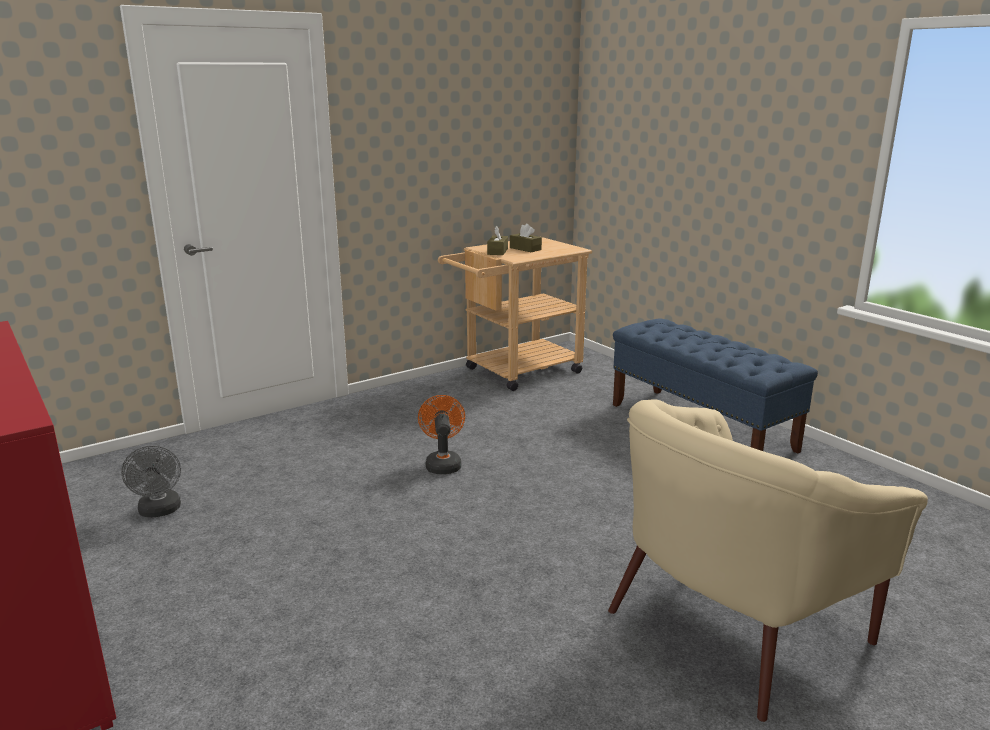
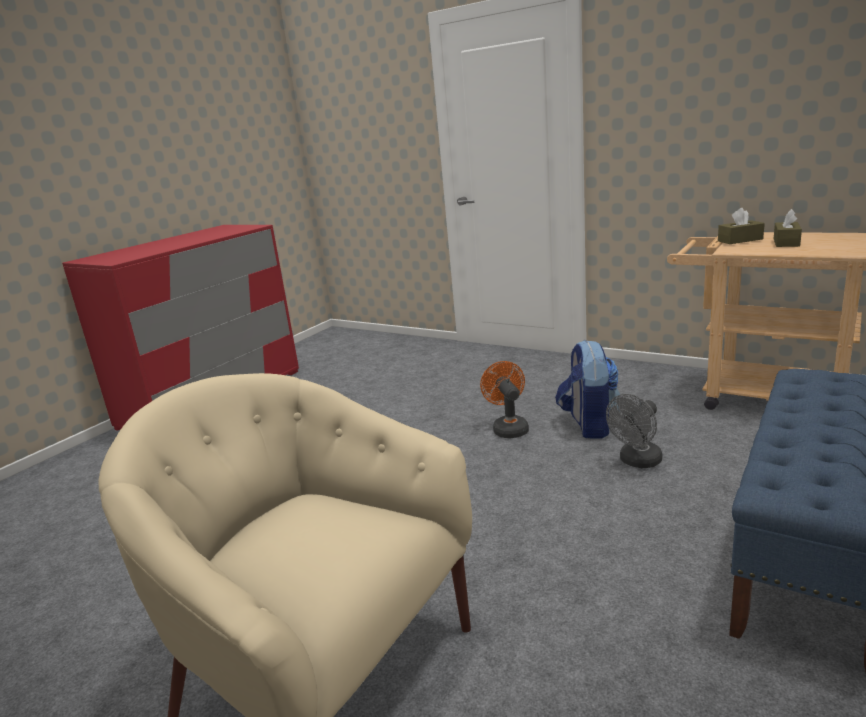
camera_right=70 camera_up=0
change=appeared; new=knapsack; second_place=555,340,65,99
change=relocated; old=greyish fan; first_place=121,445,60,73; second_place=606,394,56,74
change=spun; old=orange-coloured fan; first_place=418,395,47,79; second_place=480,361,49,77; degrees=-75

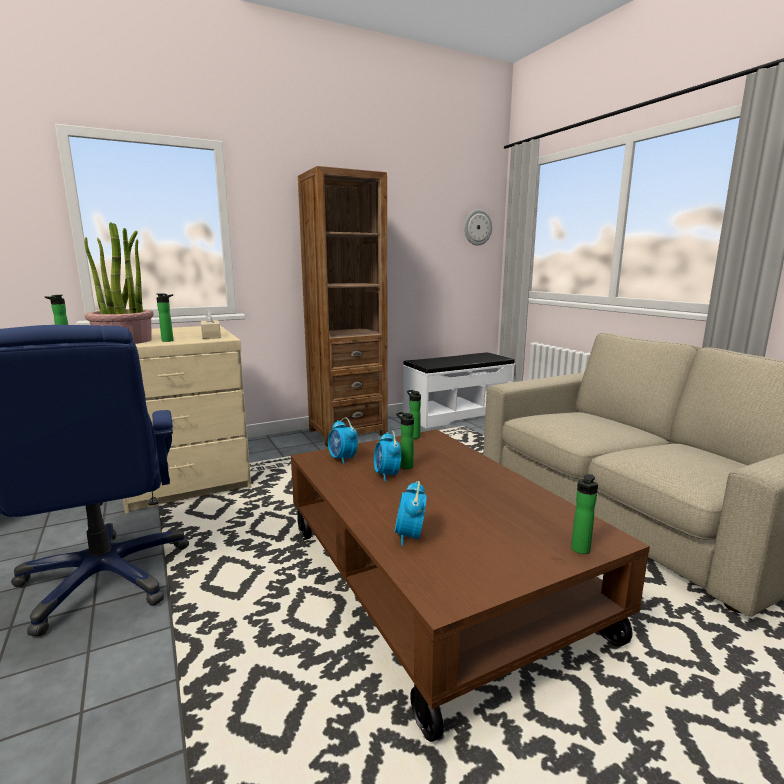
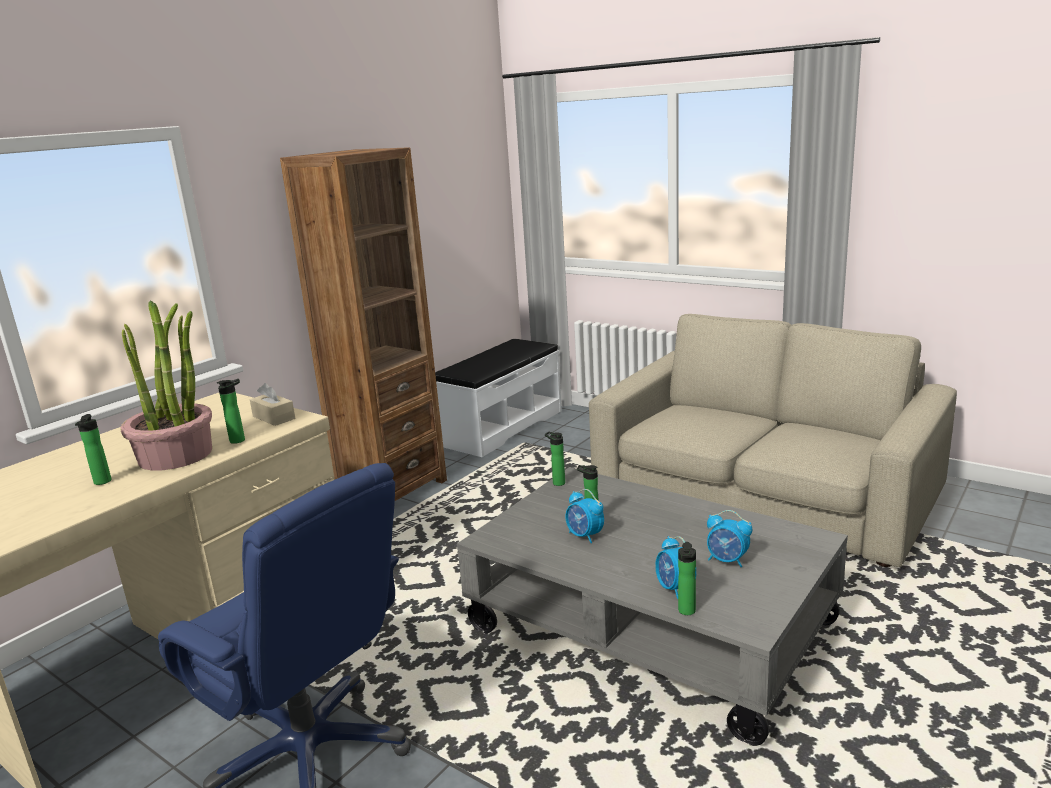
camera_right=-25 camera_up=5
change=missing; old=hanging clock; first_place=464,209,28,37
change=relocated; old=alarm clock; first_place=328,418,30,47; second_place=707,510,45,58
change=relocated; old=bottle; first_place=571,474,27,80; second_place=678,542,18,73
change=colour; old=brown-coloured low table; new=greyish low table; first_place=291,429,359,313; second_place=457,467,391,279

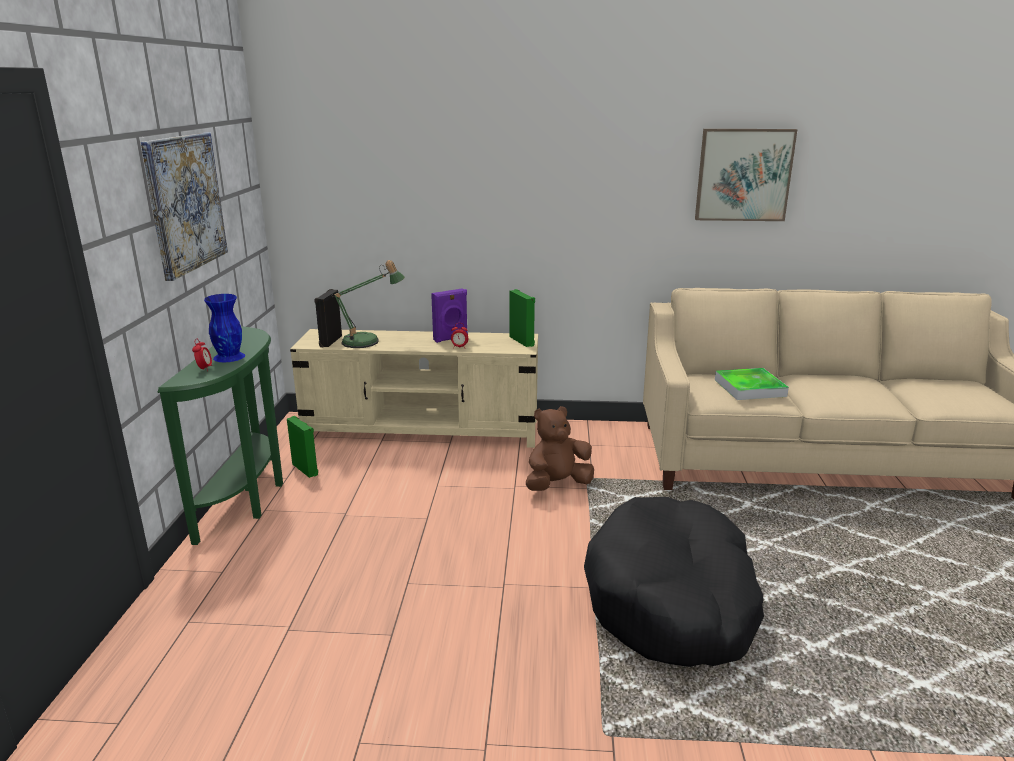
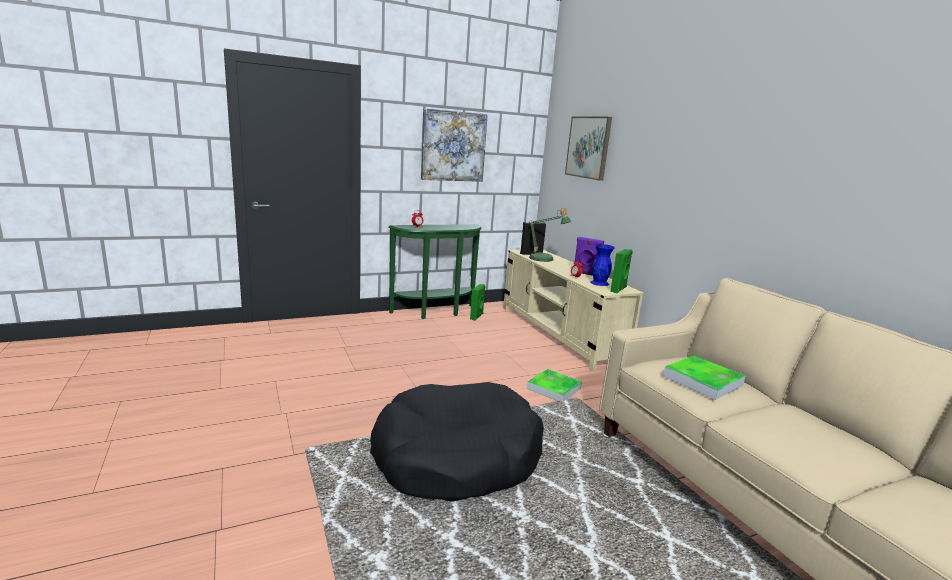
camera_right=60 camera_up=-5
change=relocated; old=blue-coloured flower vase; first_place=204,294,41,68; second_place=590,244,25,42
change=relocated; old=wall art; first_place=695,129,103,92; second_place=565,116,47,65
change=exchanged; old=brown-coloured plush toy; new=tray; first_place=526,406,68,85; second_place=527,369,55,33

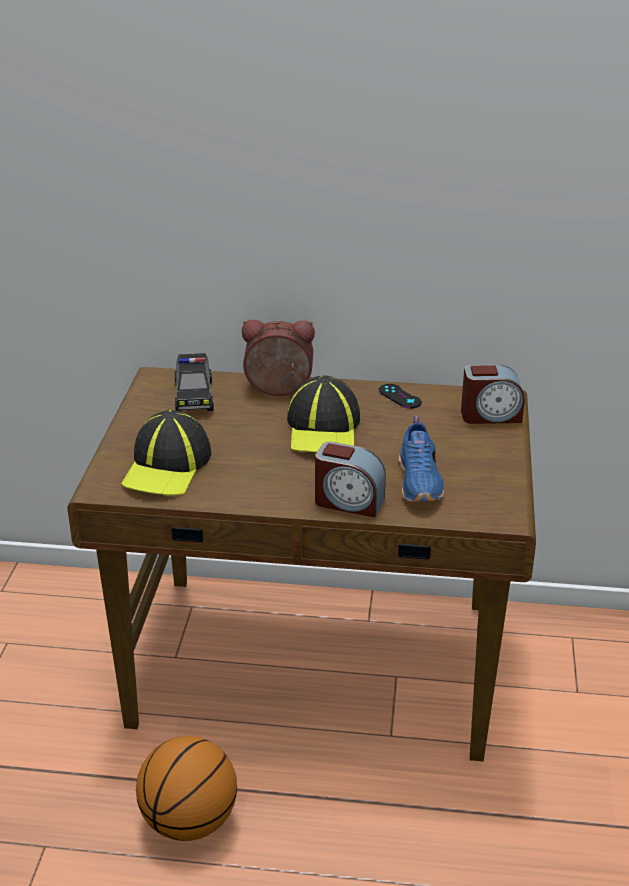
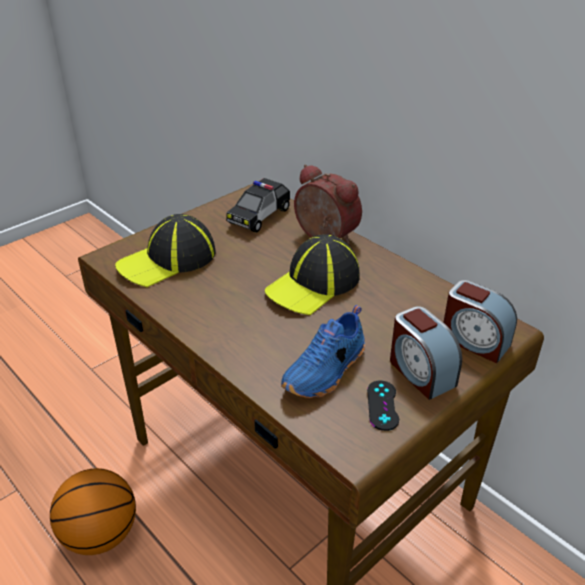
camera_right=40 camera_up=5
change=relocated; old=alarm clock; first_place=315,442,71,76; second_place=390,306,72,94
change=relocated; old=black gamepad; first_place=379,384,43,24; second_place=367,380,32,51

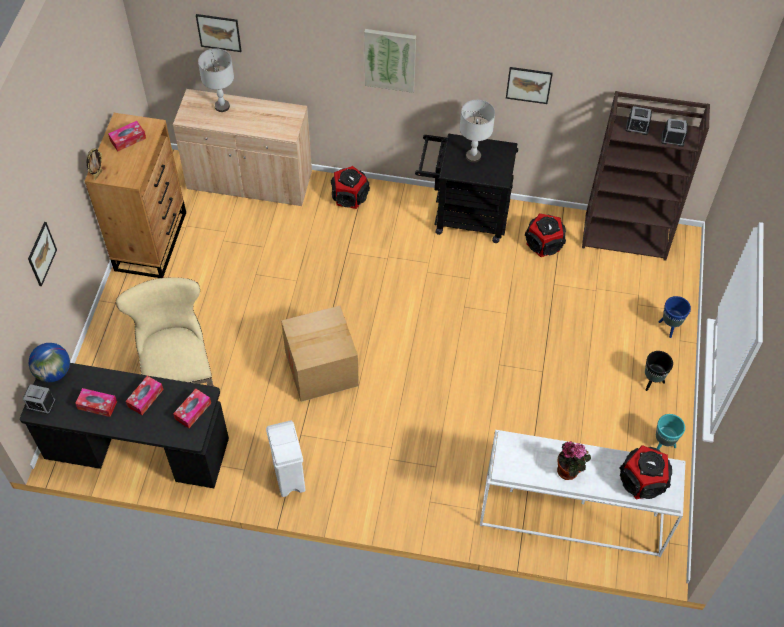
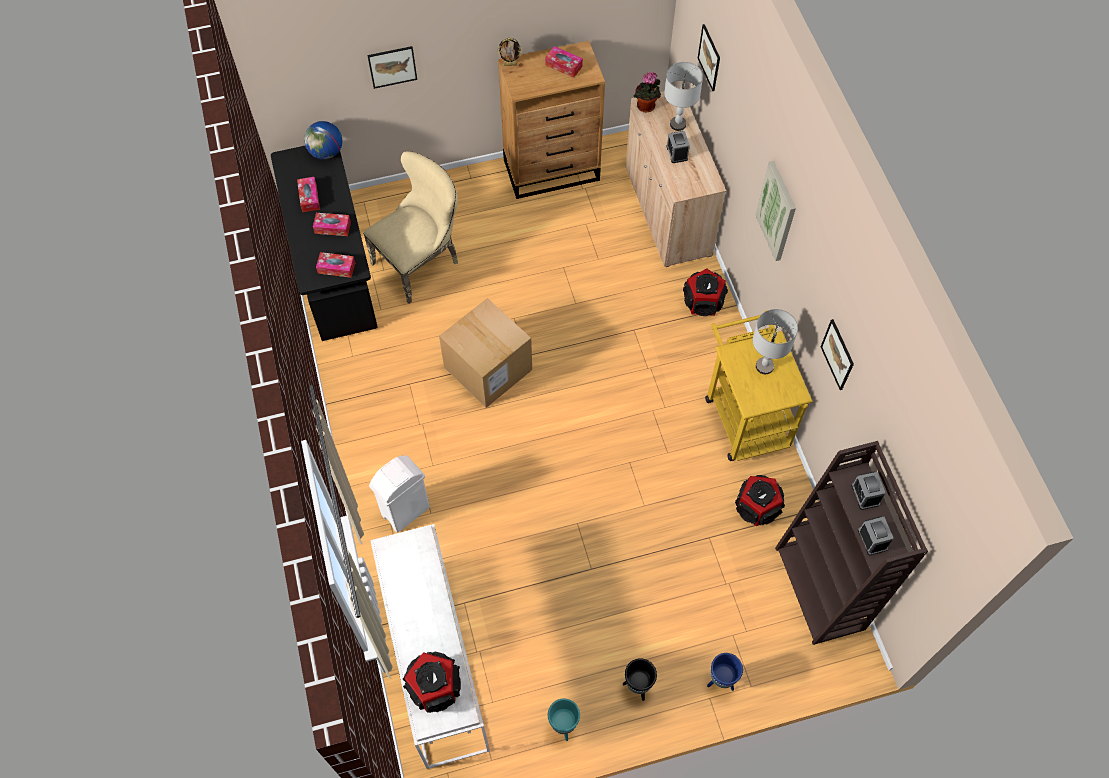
camera_right=65 camera_up=5
change=relocated; old=alarm clock; first_place=23,384,33,30; second_place=666,131,24,32
change=relocated; old=white-coloured rubbish bin; first_place=266,420,39,77; second_place=369,455,61,78
change=relocated; old=houseplant; first_place=557,441,34,39; second_place=634,72,27,41
change=colour; old=black cart; new=yellow-coloured cart; first_place=415,134,103,109; second_place=705,310,108,151

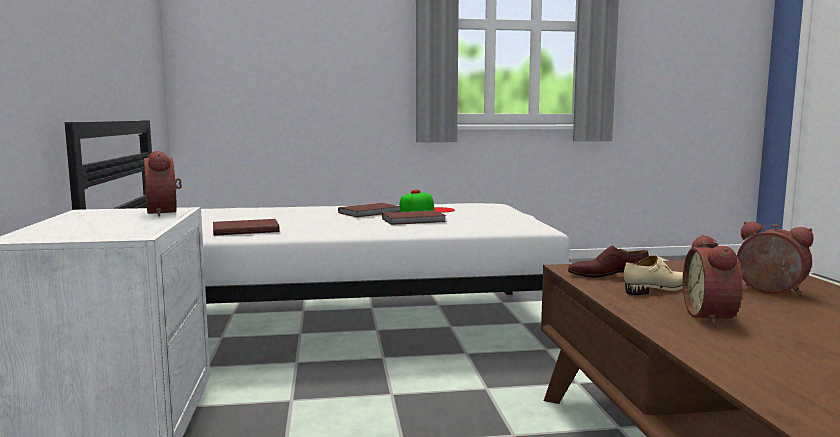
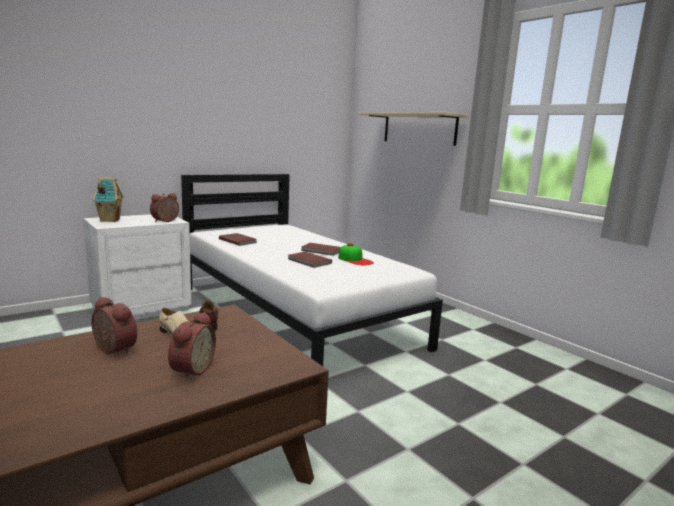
camera_right=60 camera_up=5
change=appeared; new=miniature house; second_place=93,177,31,45
change=appeared; new=sand-coloured shelf; second_place=358,112,111,34
change=spun; old=alarm clock; first_place=683,235,59,91; second_place=91,297,46,57; degrees=60

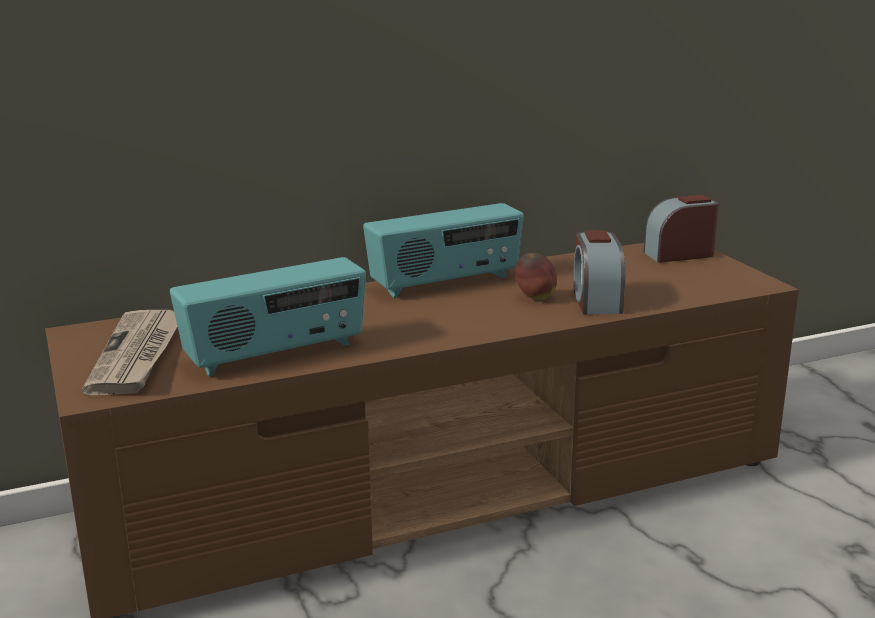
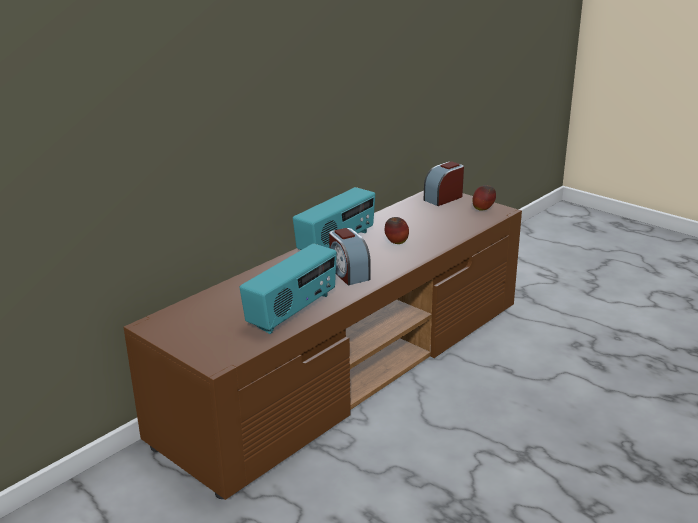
camera_right=-25 camera_up=5
change=missing; old=printed paper; first_place=82,310,96,85
change=appeared; new=whole apple; second_place=472,185,24,26
change=relocated; old=alarm clock; first_place=573,230,52,84; second_place=329,228,42,57

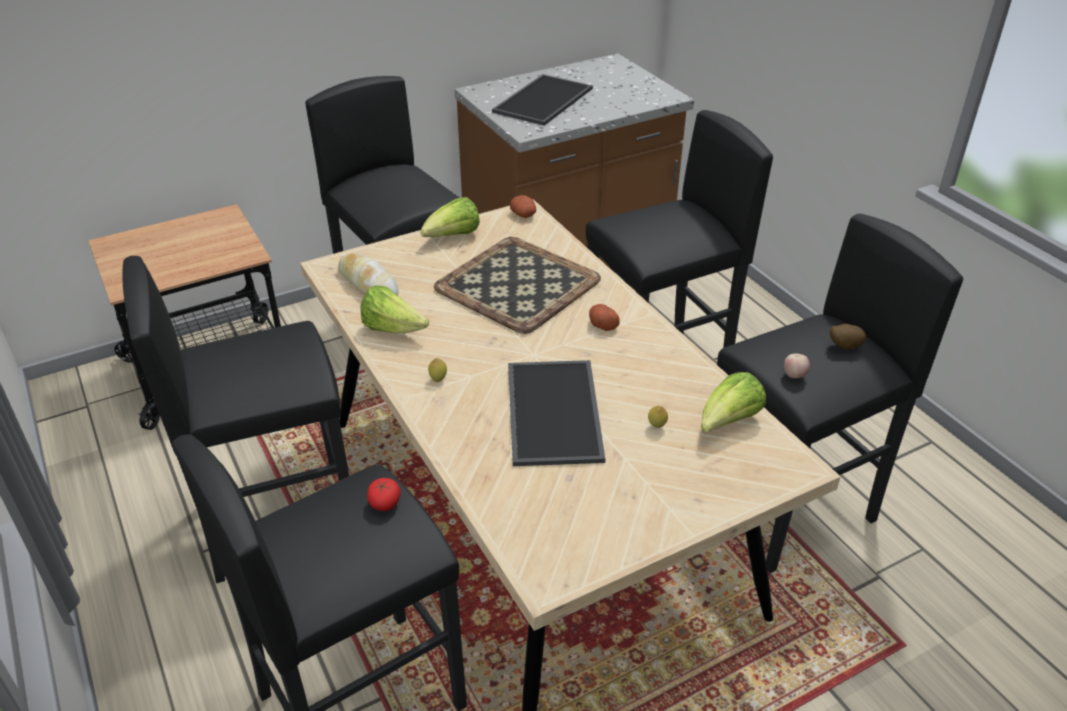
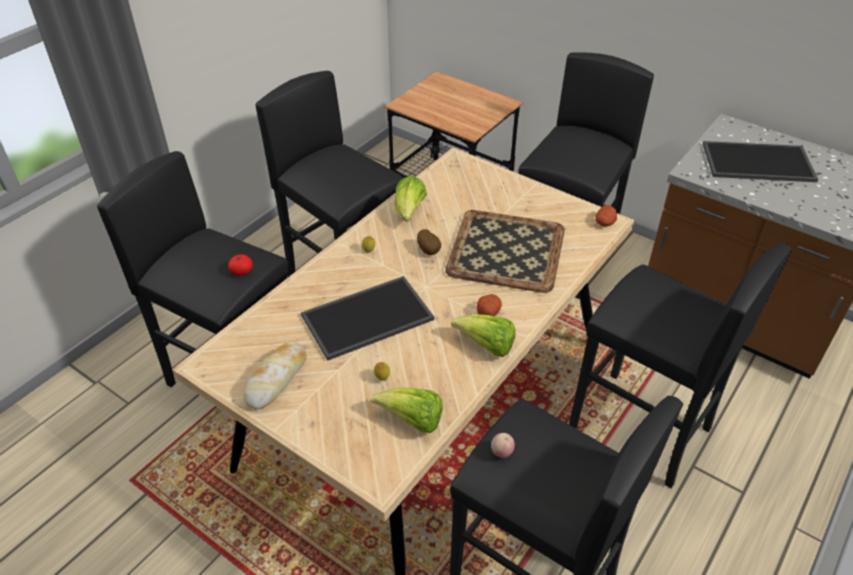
camera_right=65 camera_up=5
change=relocated; old=bakery bread; first_place=338,253,61,43; second_place=243,342,64,67
change=relocated; old=head of lettuce; first_place=420,197,60,40; second_place=451,314,65,43
change=relocated; old=whole potato; first_place=830,324,36,26; second_place=417,229,24,26

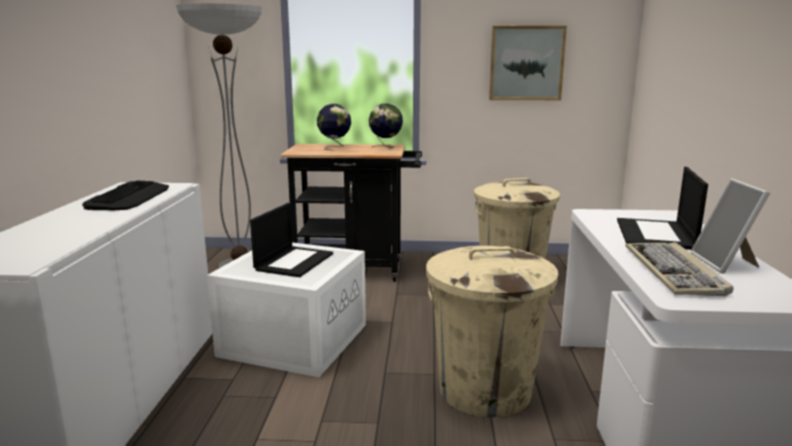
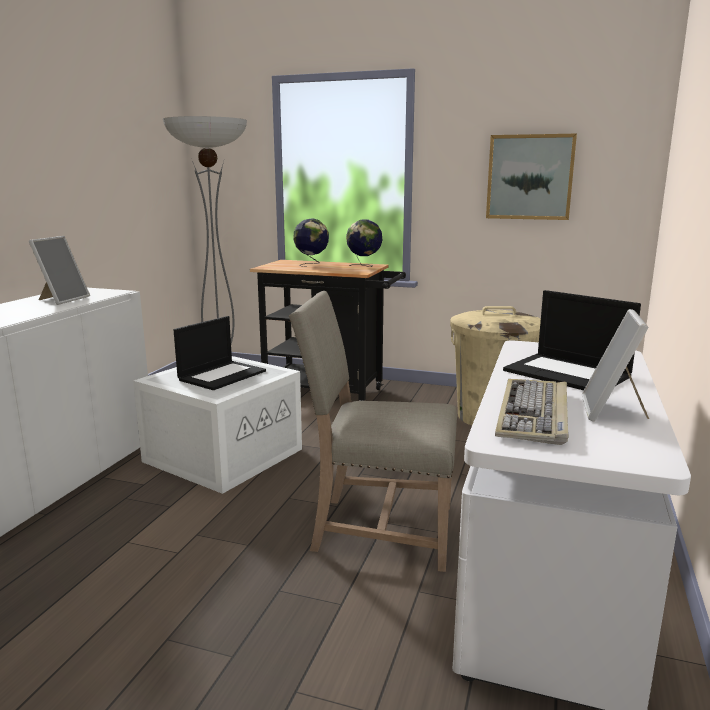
camera_right=15 camera_up=0
change=exchanged; old=computer keyboard; new=photo frame; first_place=82,180,87,31; second_place=29,236,61,69
change=exchanged; old=sand-coloured rubbish bin; new=sand-coloured chair; first_place=426,246,132,171; second_place=289,291,168,281
change=spun; old=laptop; first_place=617,167,91,83; second_place=503,290,138,100; degrees=-75

